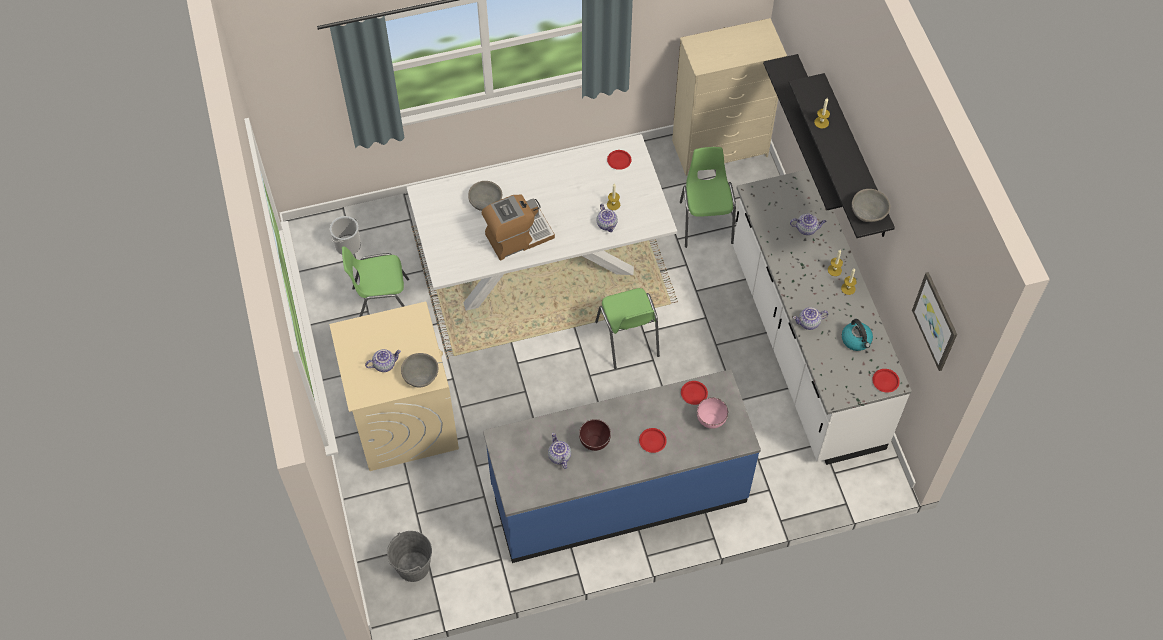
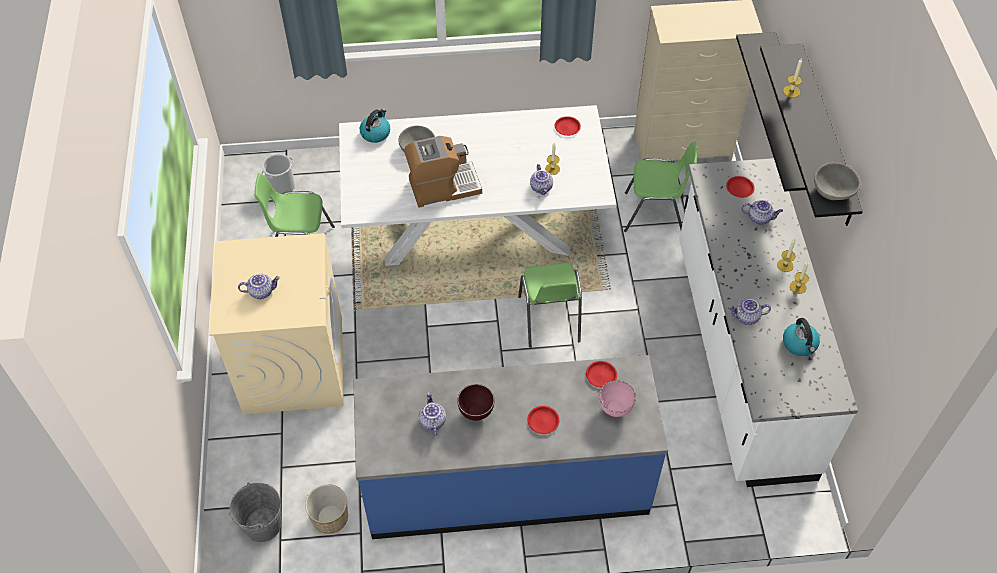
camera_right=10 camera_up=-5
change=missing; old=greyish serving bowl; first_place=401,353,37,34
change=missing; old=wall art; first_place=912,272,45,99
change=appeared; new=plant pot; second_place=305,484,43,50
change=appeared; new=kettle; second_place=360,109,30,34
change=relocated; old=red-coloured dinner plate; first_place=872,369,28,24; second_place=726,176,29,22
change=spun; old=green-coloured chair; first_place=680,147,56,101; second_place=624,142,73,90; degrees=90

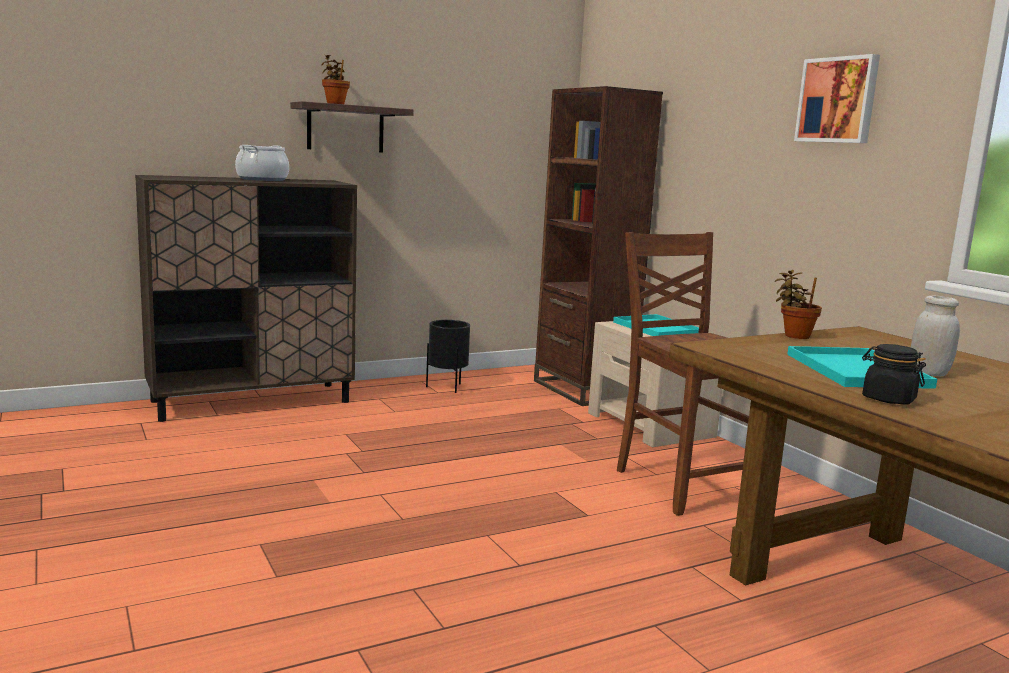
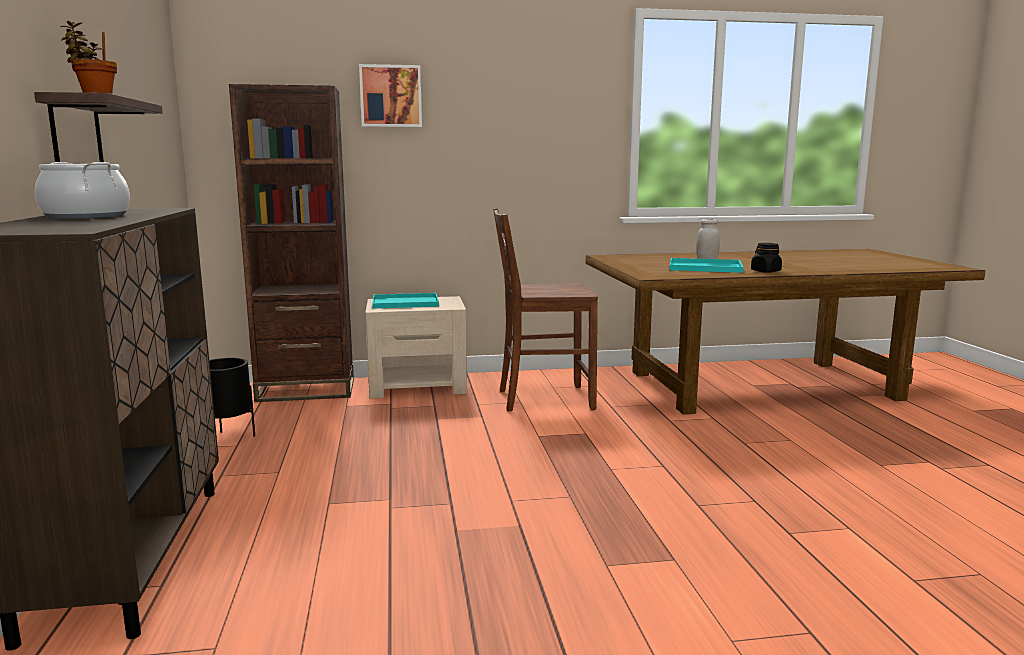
camera_right=-70 camera_up=0
change=missing; old=houseplant; first_place=775,270,47,69
change=relocated; old=wall art; first_place=794,54,86,89; second_place=359,64,63,63

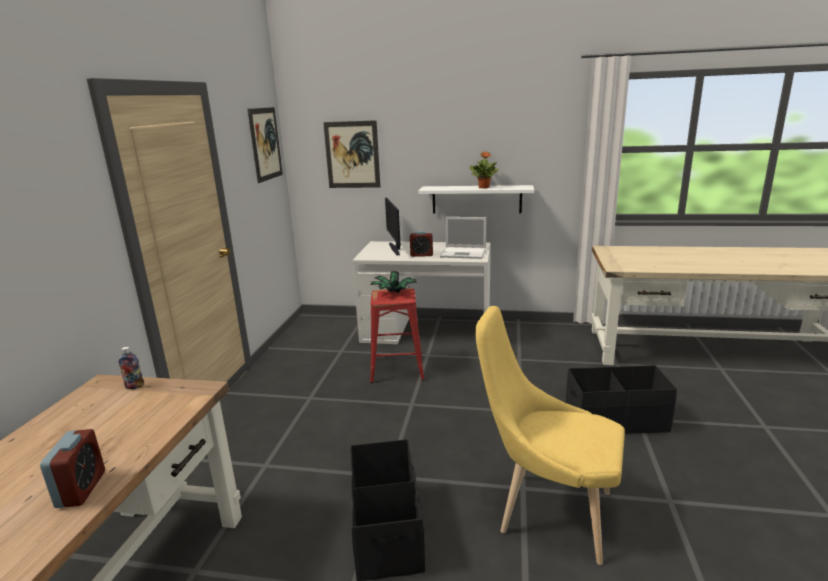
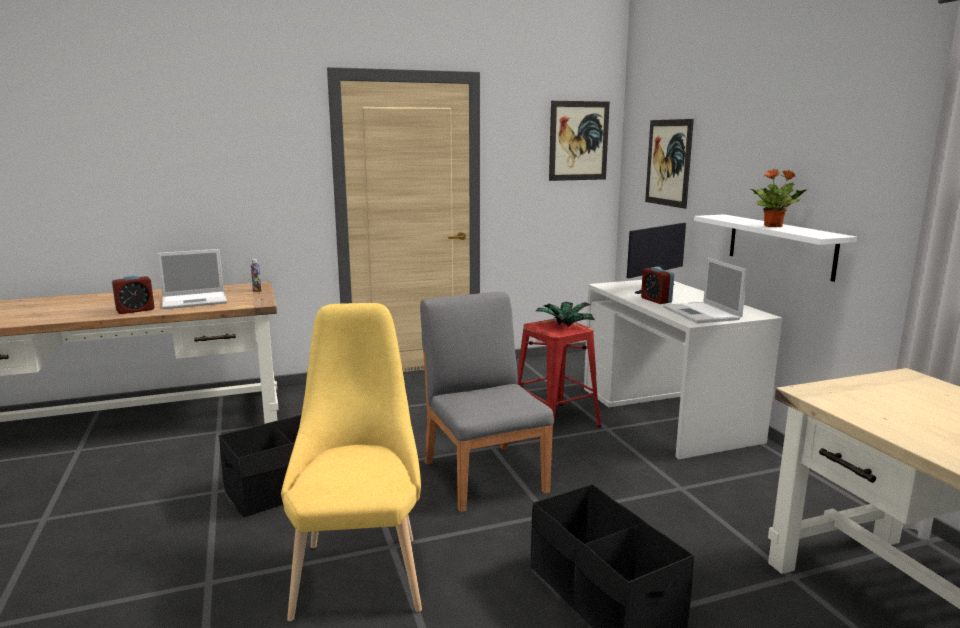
camera_right=60 camera_up=-5
change=appeared; new=laptop; second_place=157,249,70,60
change=appeared; new=greyish chair; second_place=420,292,134,220

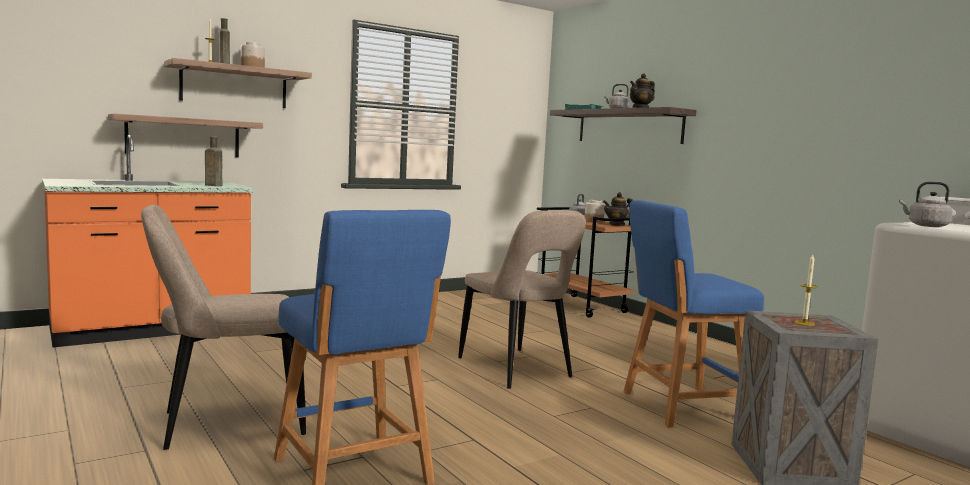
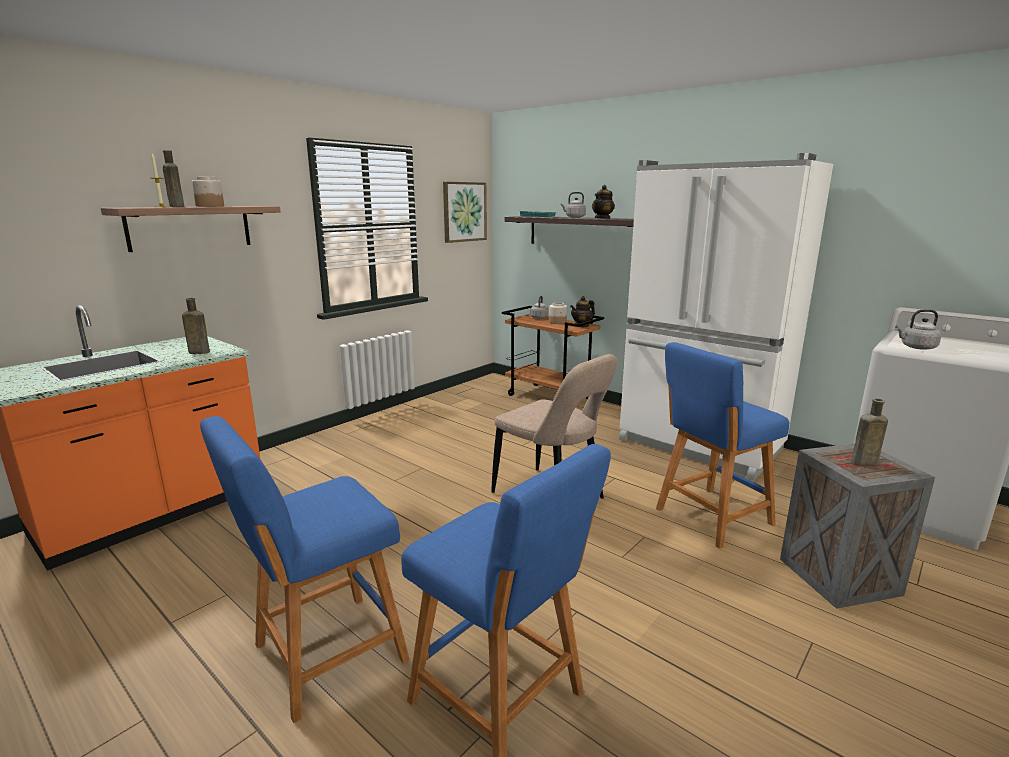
camera_right=-15 camera_up=10
change=missing; old=shelf; first_place=108,113,155,44
change=appeared; new=wall art; second_place=443,182,44,61
change=appeared; new=white-coloured refrigerator; second_place=619,153,214,328
change=exchanged; old=sand-coloured chair; new=blue-coloured stool seat; first_place=141,205,165,245; second_place=200,416,210,307
change=exchanged; old=candle; new=brown-coloured bottle; first_place=795,255,23,71; second_place=851,398,37,68

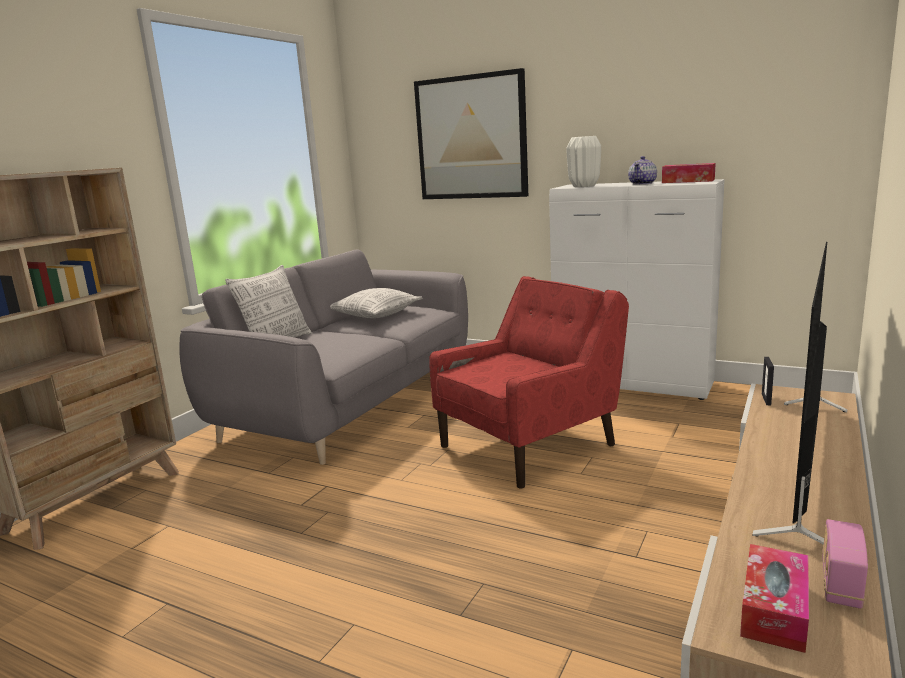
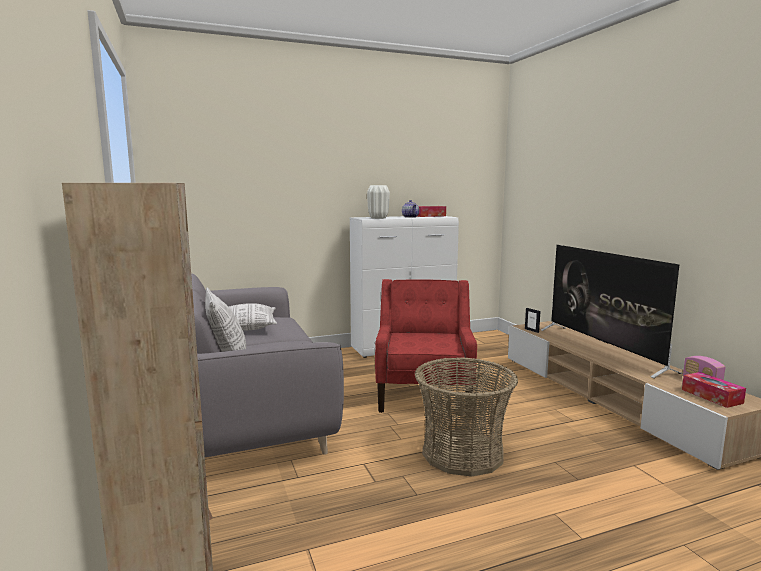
camera_right=-50 camera_up=-5
change=missing; old=wall art; first_place=414,68,114,131
change=appeared; new=household basket; second_place=415,357,103,120

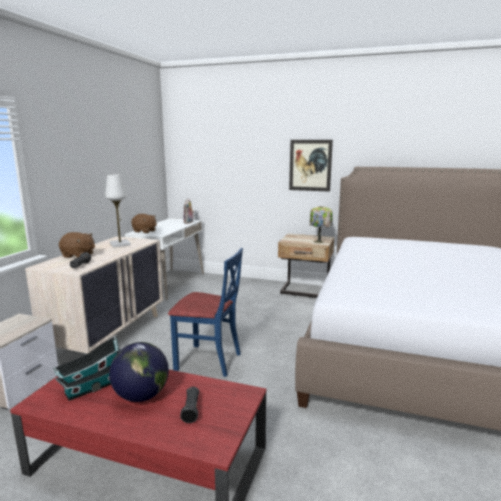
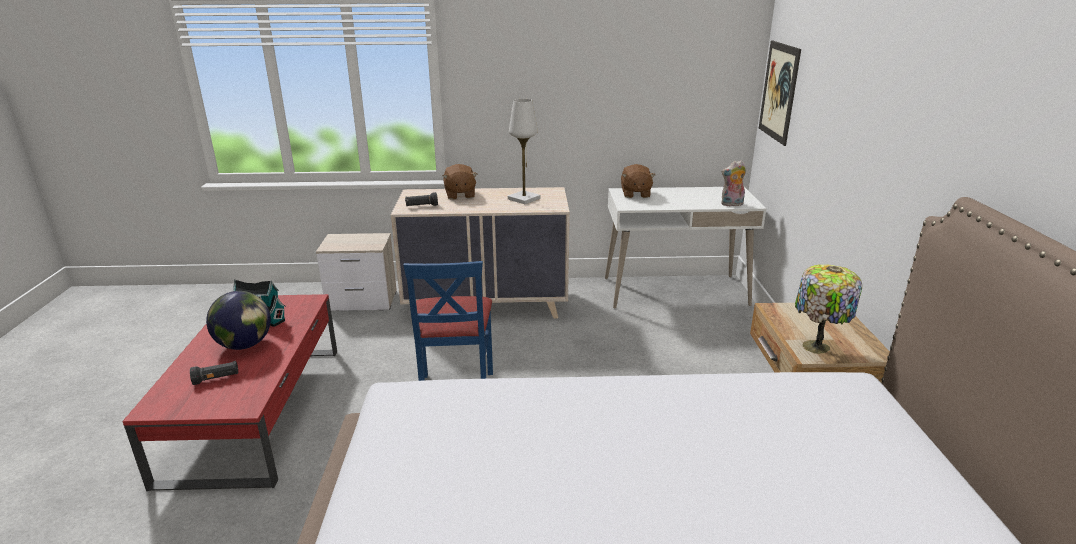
camera_right=70 camera_up=10
change=relocated; old=wall art; first_place=289,140,44,52; second_place=759,40,42,106

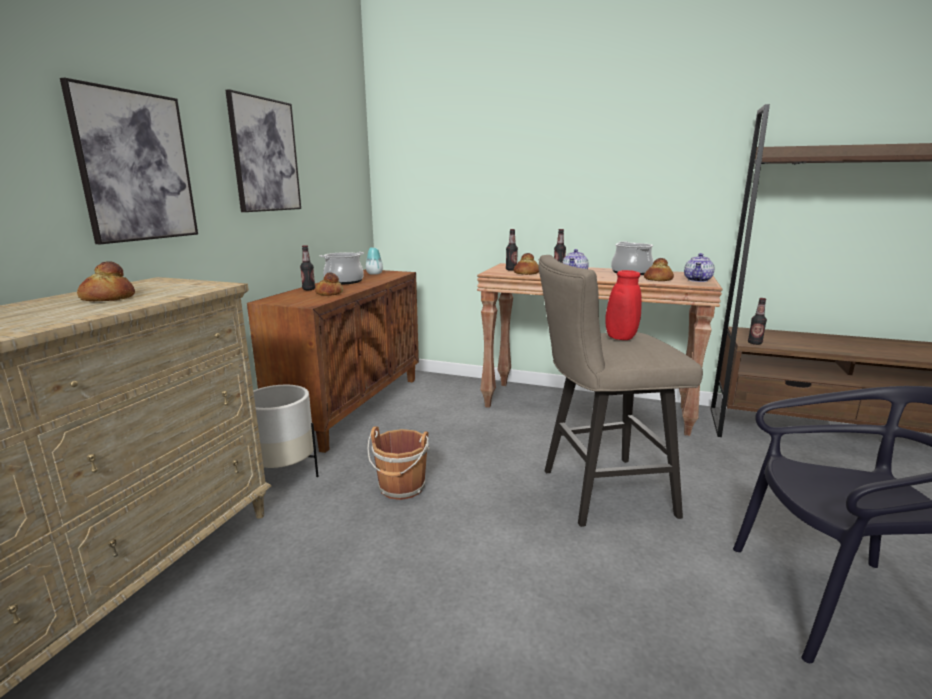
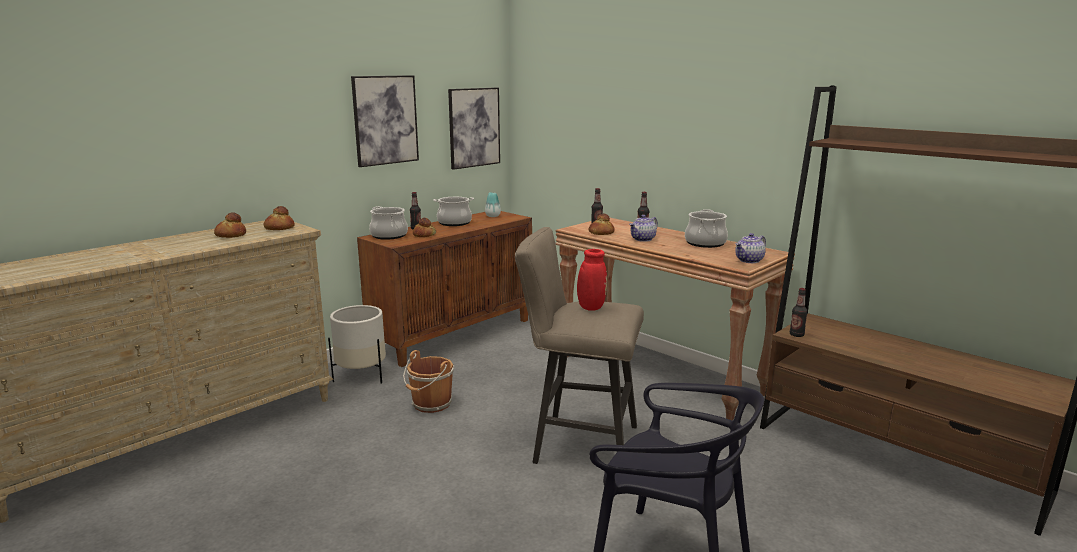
camera_right=25 camera_up=0
change=appeared; new=cooking pot; second_place=369,206,39,34
change=relocated; old=wall art; first_place=60,78,138,166; second_place=448,88,52,82
change=relocated; old=bakery bread; first_place=644,258,30,23; second_place=264,206,31,24

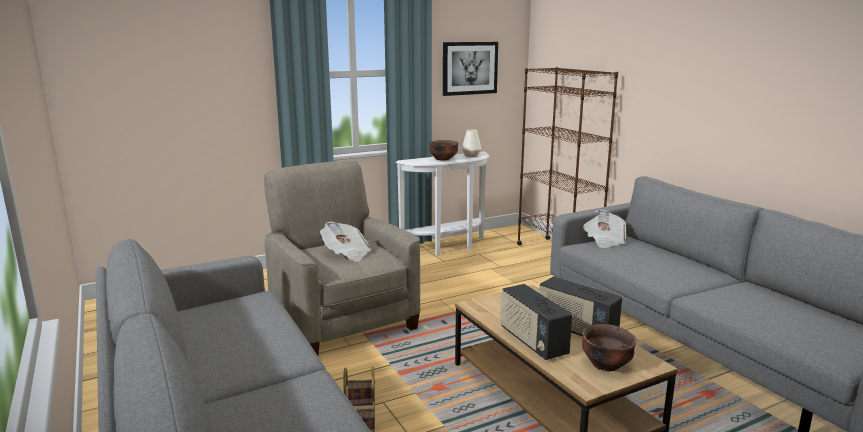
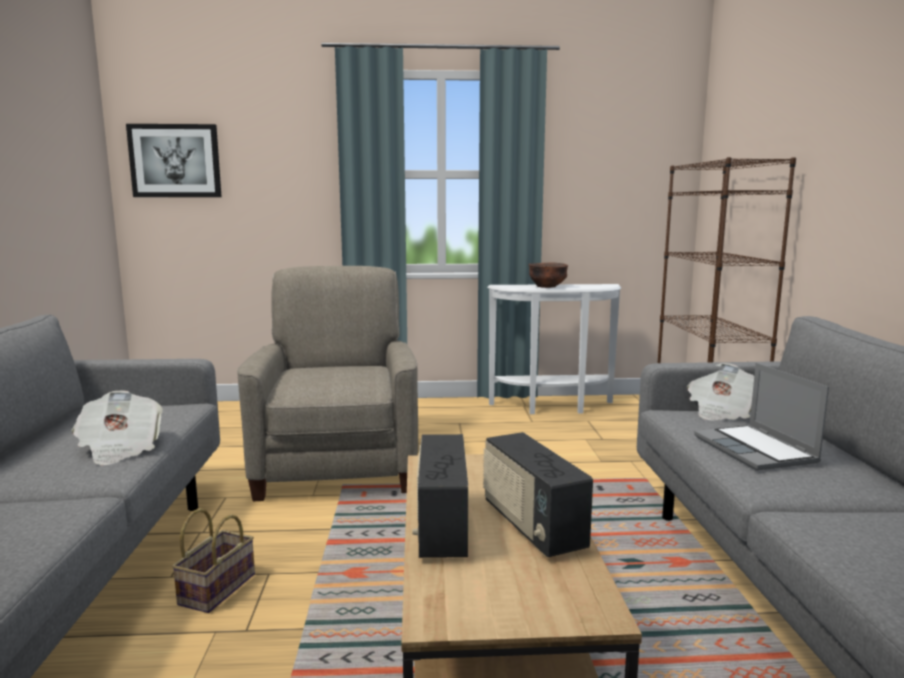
camera_right=25 camera_up=-5
change=missing; old=white-coloured flower vase; first_place=462,129,19,28
change=missing; old=brown-coloured serving bowl; first_place=582,324,55,48
change=appeared; new=laptop; second_place=694,363,135,108
change=relocated; old=printed paper; first_place=320,221,51,41; second_place=72,390,91,76
change=relocated; old=wall art; first_place=443,42,55,54; second_place=126,124,96,73

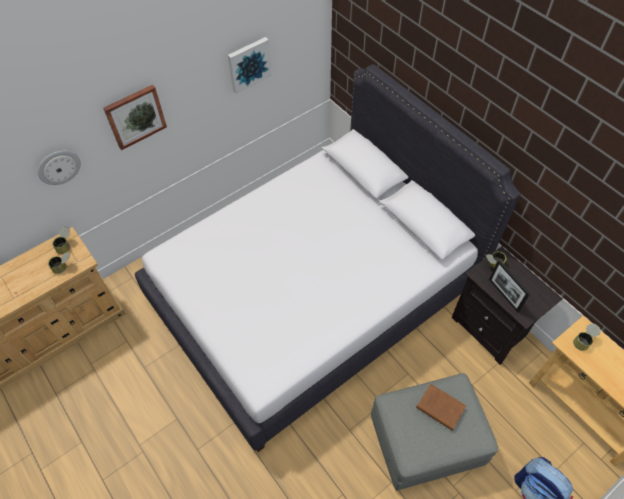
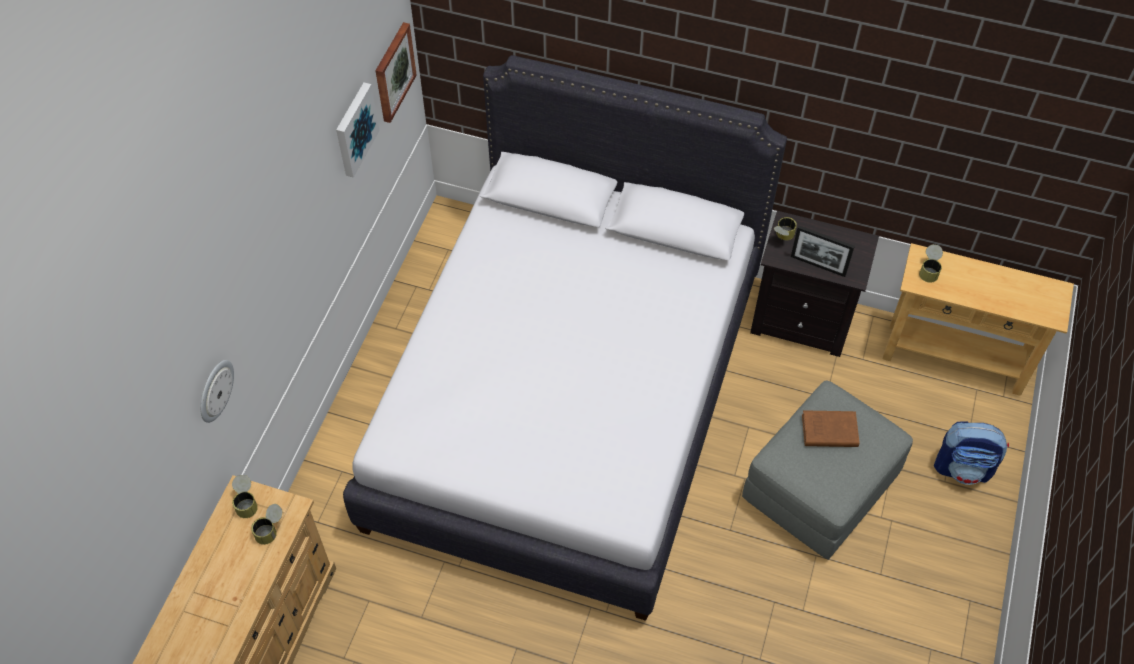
camera_right=-35 camera_up=0
change=relocated; old=wall art; first_place=103,85,64,65; second_place=375,22,42,101

